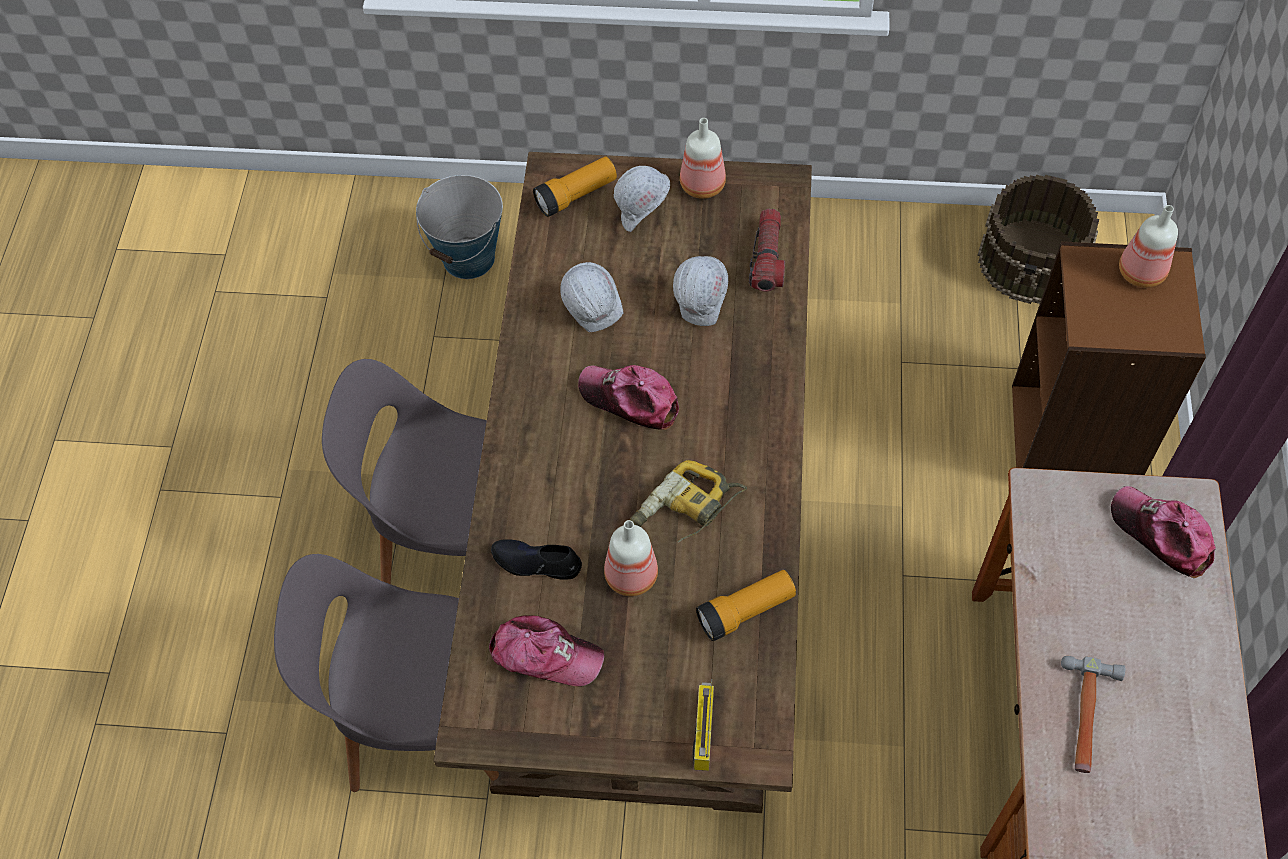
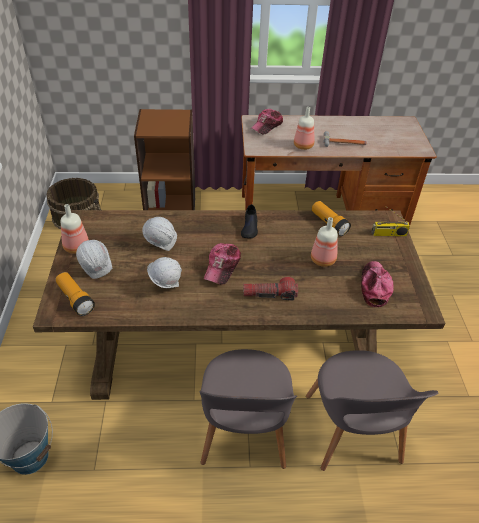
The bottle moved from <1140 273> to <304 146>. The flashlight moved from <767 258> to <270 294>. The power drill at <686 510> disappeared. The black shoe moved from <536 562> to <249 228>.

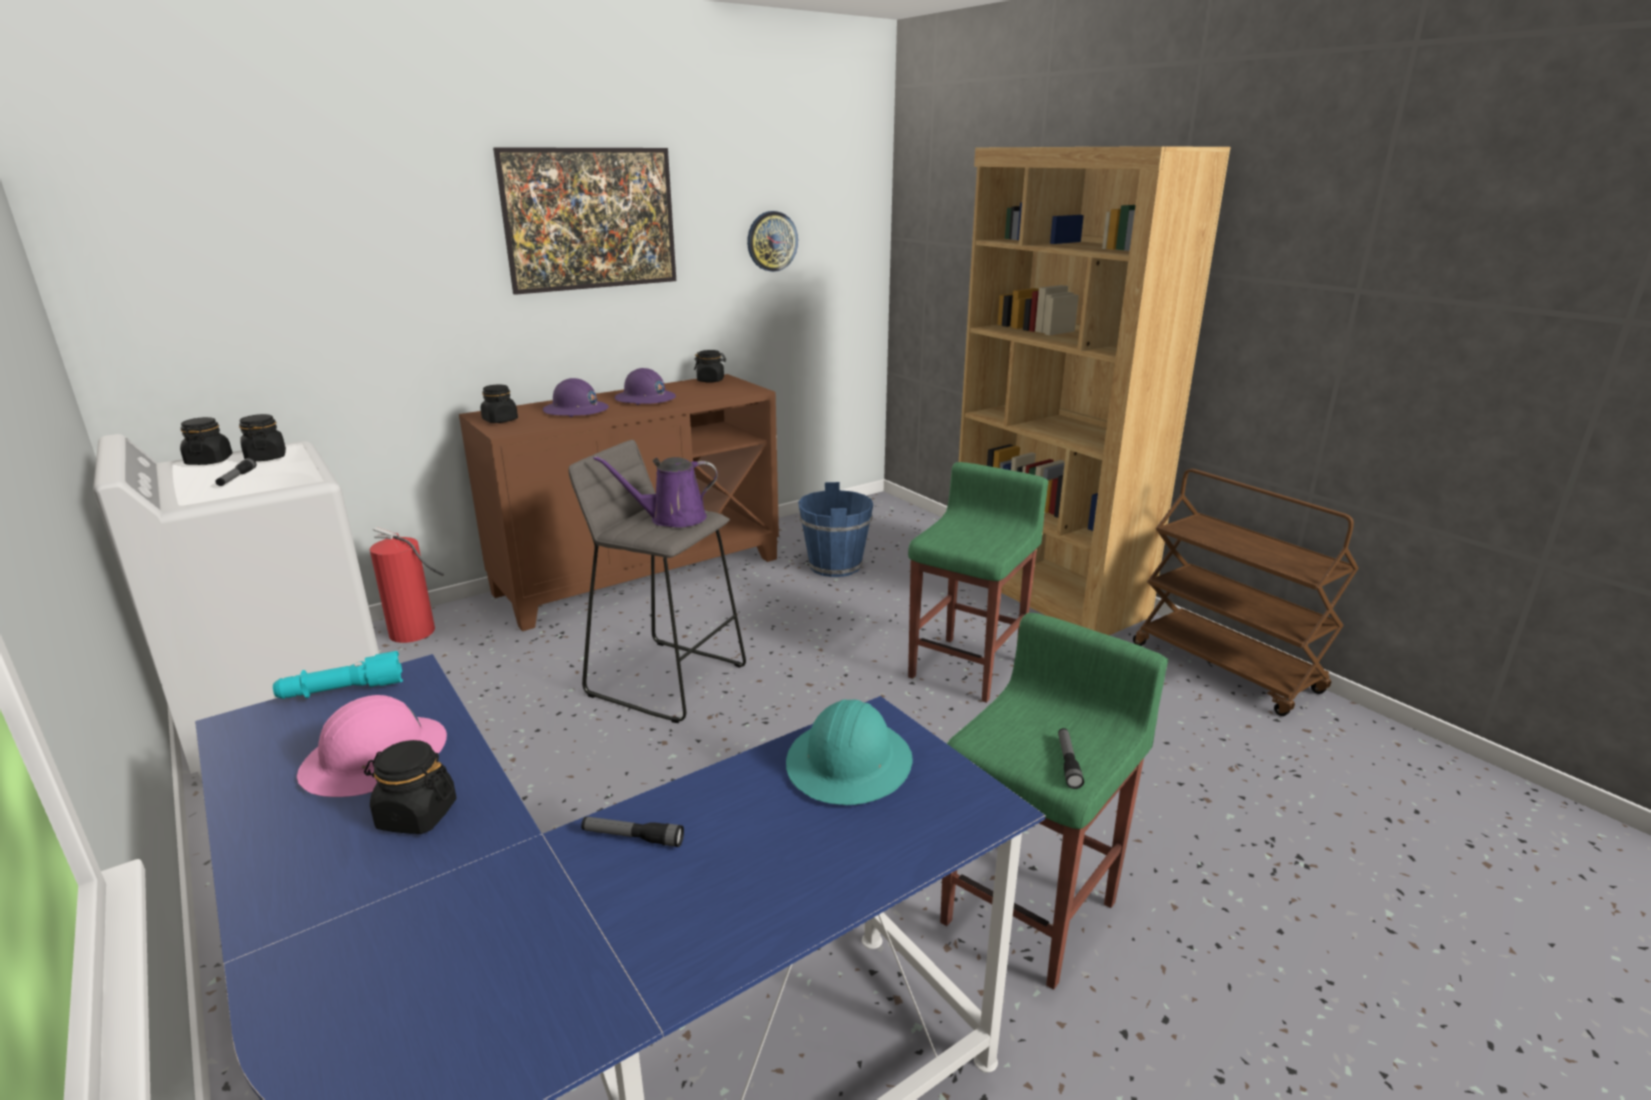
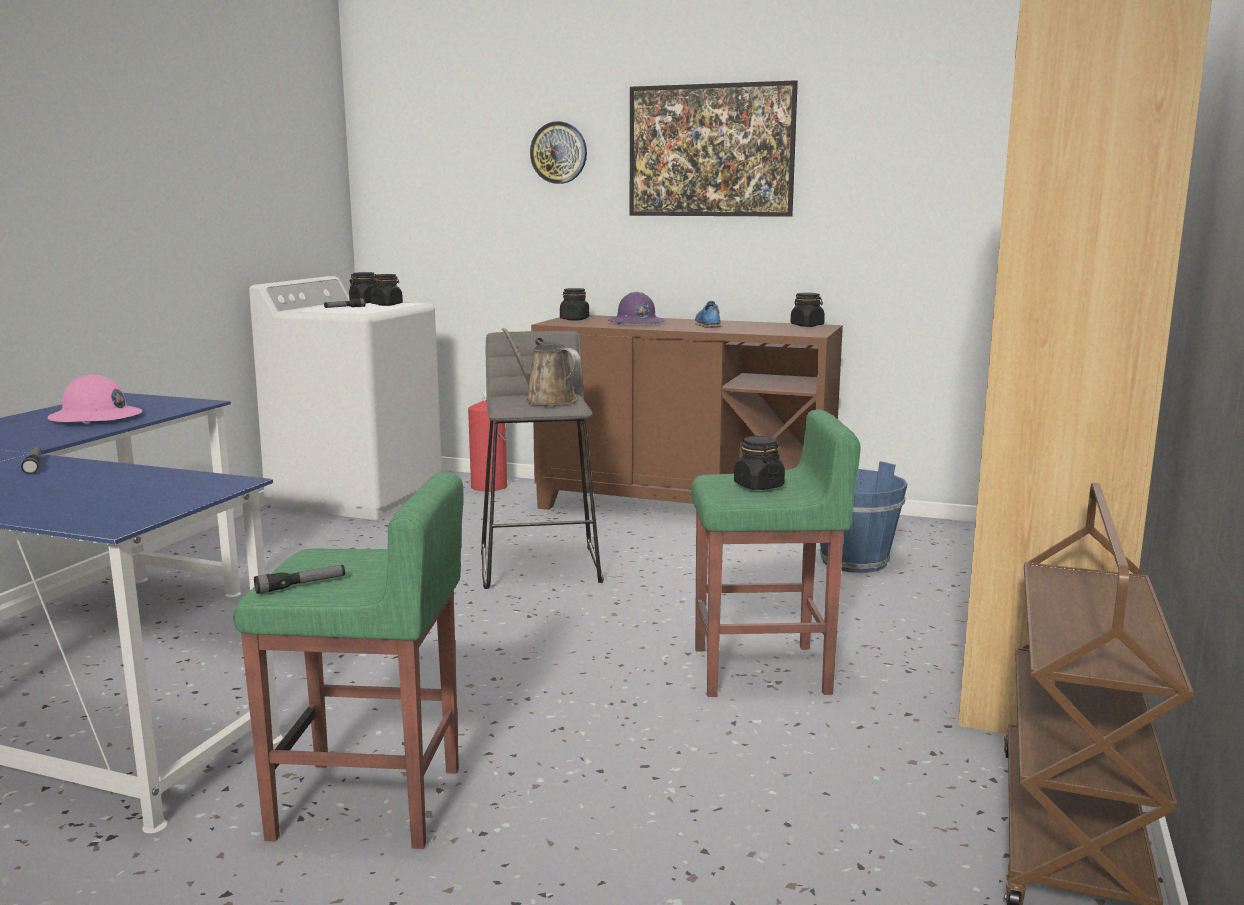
The wall clock moved from <771 241> to <559 152>. The purple hard hat at <645 399> was replaced by the blue shoe at <707 325>. The purple watering can at <672 518> became the brown watering can at <546 400>. The turquoise flashlight at <342 691> disappeared. The turquoise hard hat at <849 764> disappeared. The black jar moved from <416 815> to <758 486>.

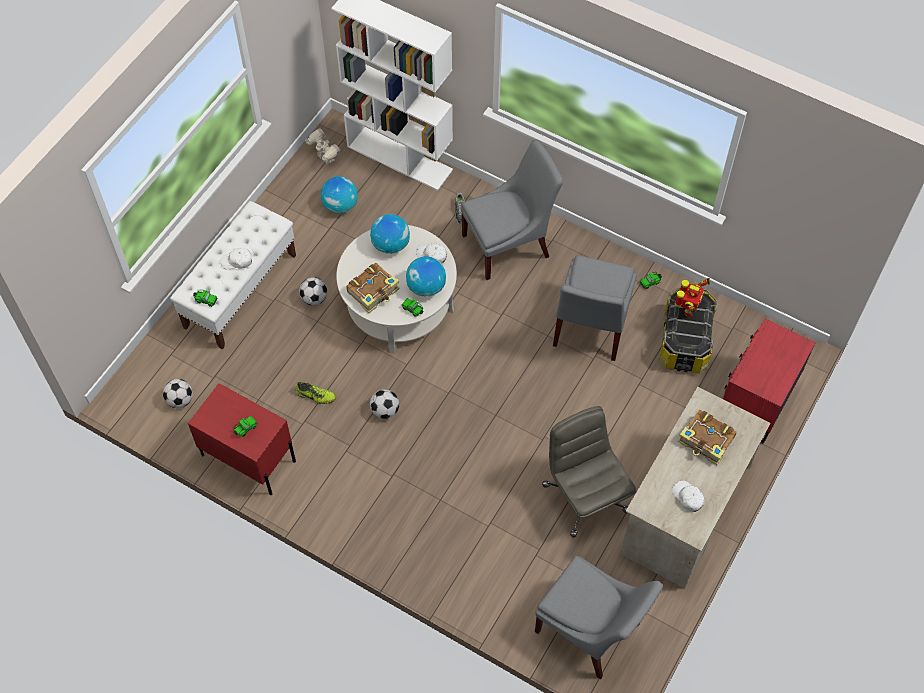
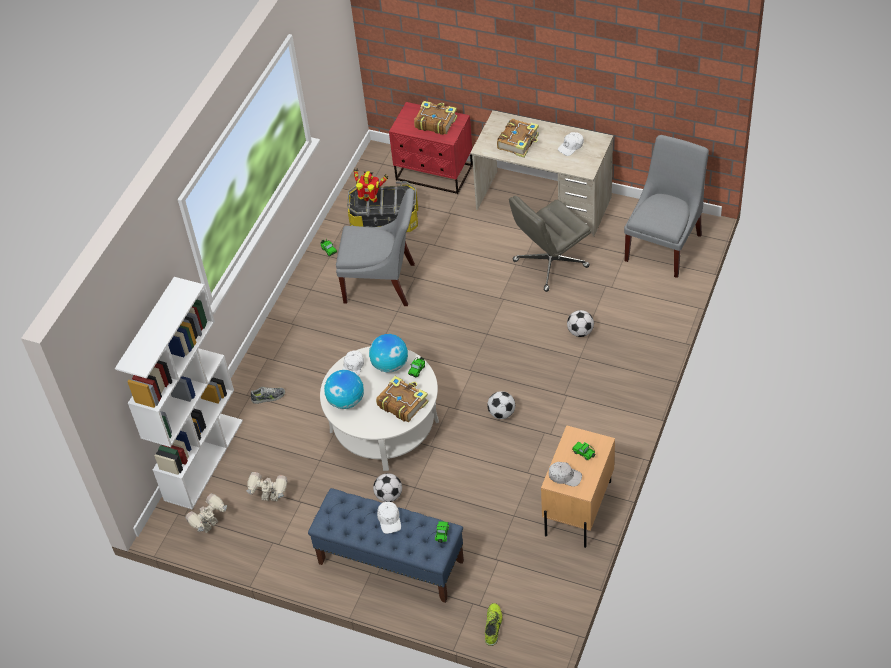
The grey chair at <509 244> disappeared. The globe at <340 205> was replaced by the toy robot at <270 498>. The white bench at <240 290> became the blue bench at <390 562>. The football moved from <180 400> to <580 332>. The shoe moved from <315 396> to <493 626>. The red nightstand at <248 457> became the beige nightstand at <577 508>. The book at <435 122> appeared. The white cap at <564 476> appeared.

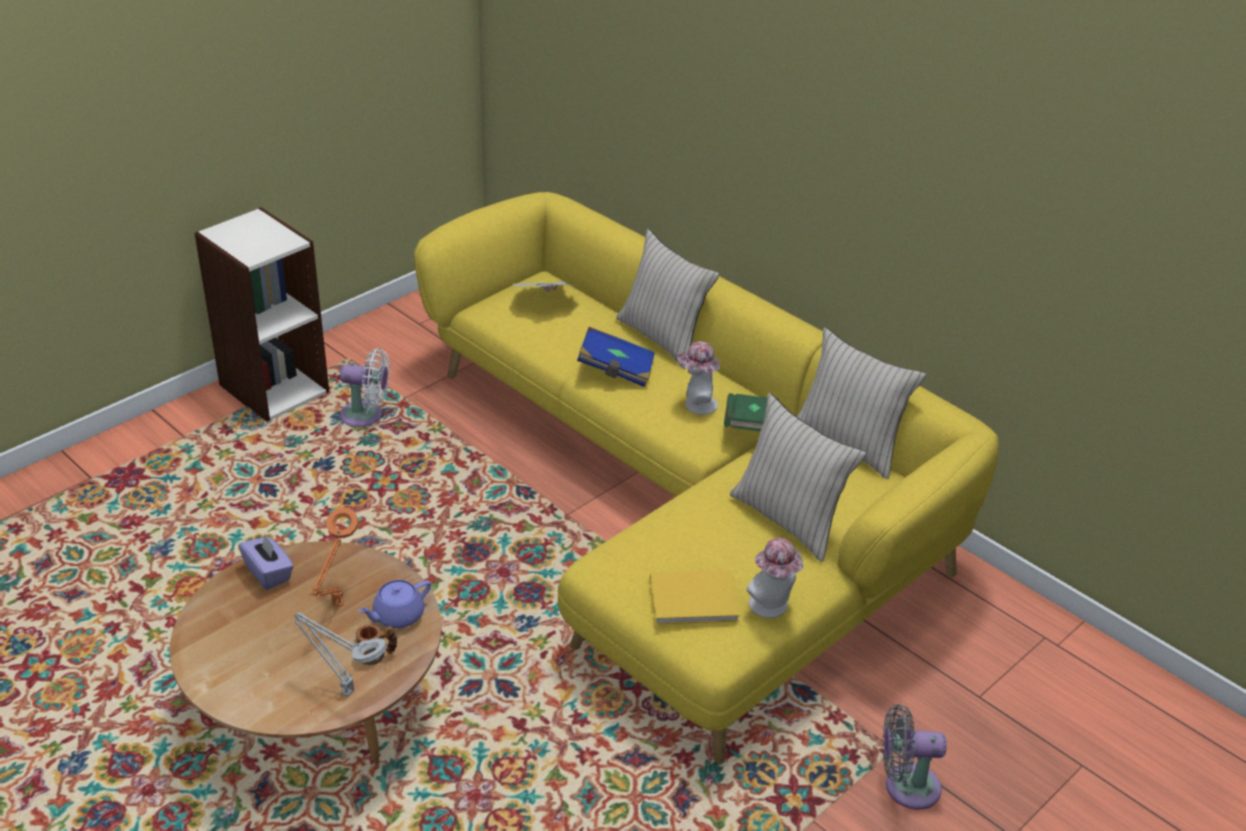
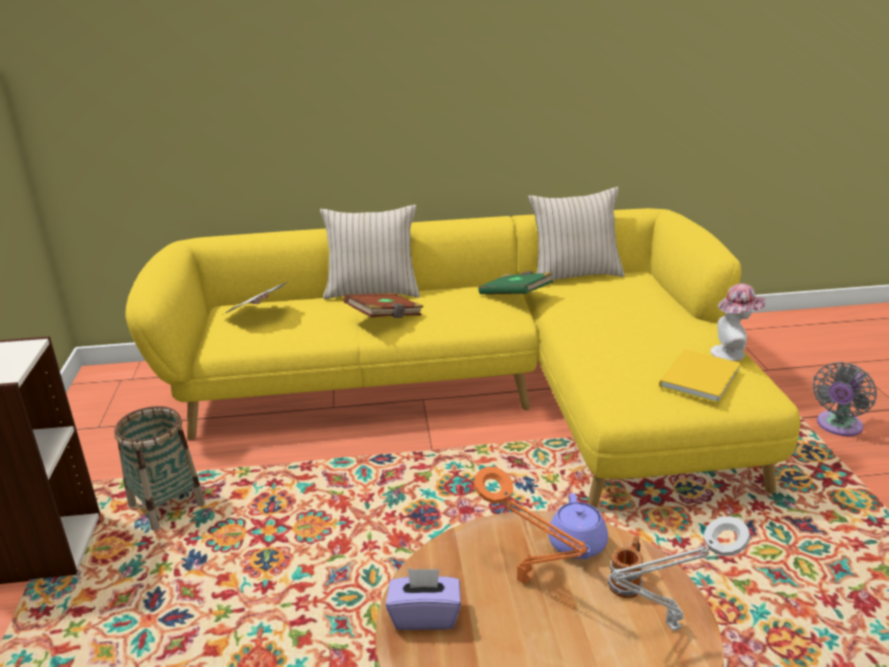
The blue book at <616 370> became the brown book at <385 318>. The hat at <696 404> disappeared. The white fan at <366 416> was replaced by the basket at <166 506>. The beige pillow at <789 519> disappeared.

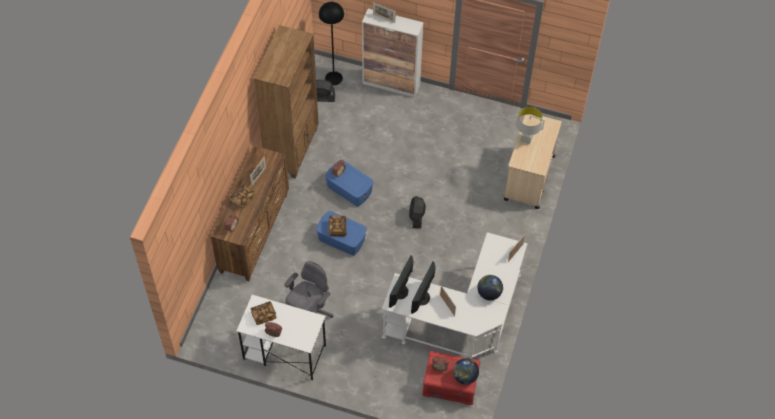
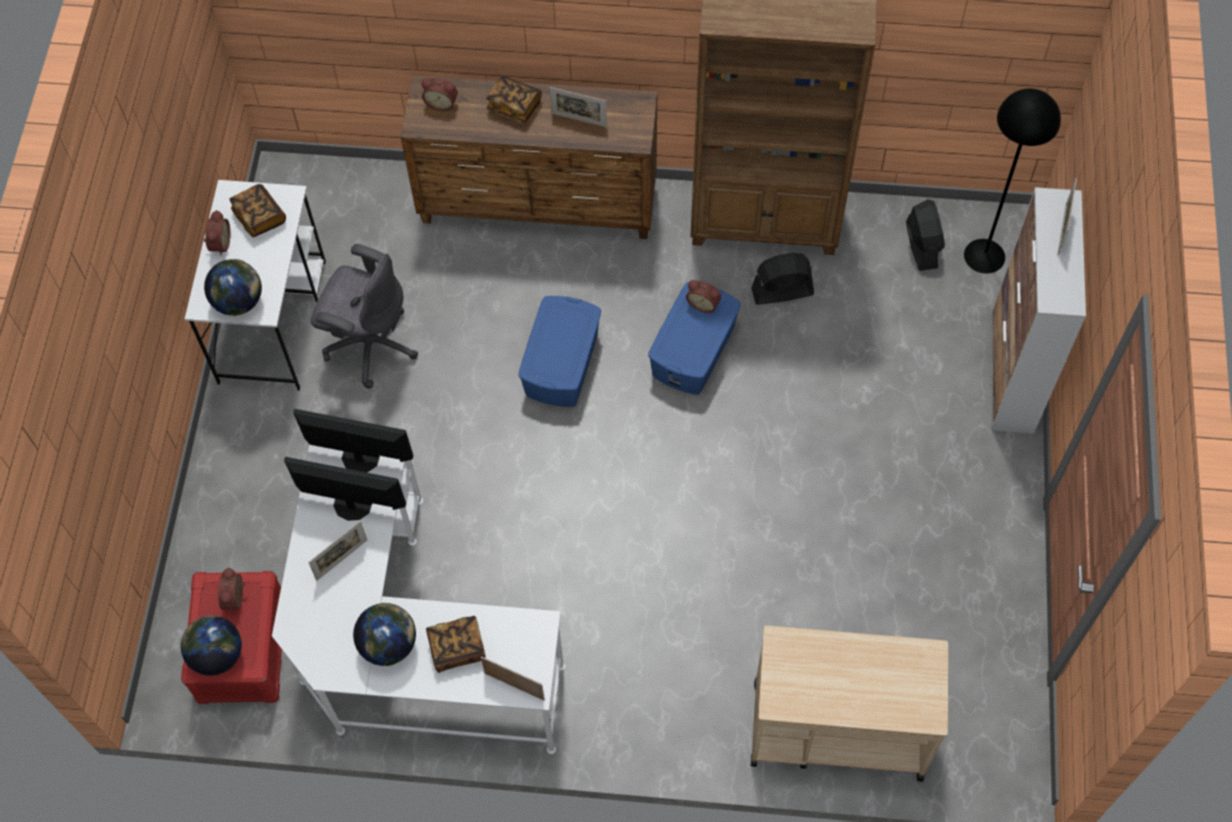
The grey table lamp at <526 139> disappeared. The black fan moved from <416 217> to <782 291>. The book moved from <337 228> to <457 648>. The globe at <239 302> appeared.

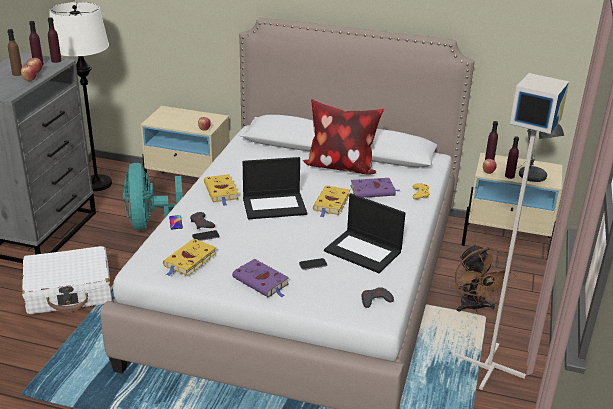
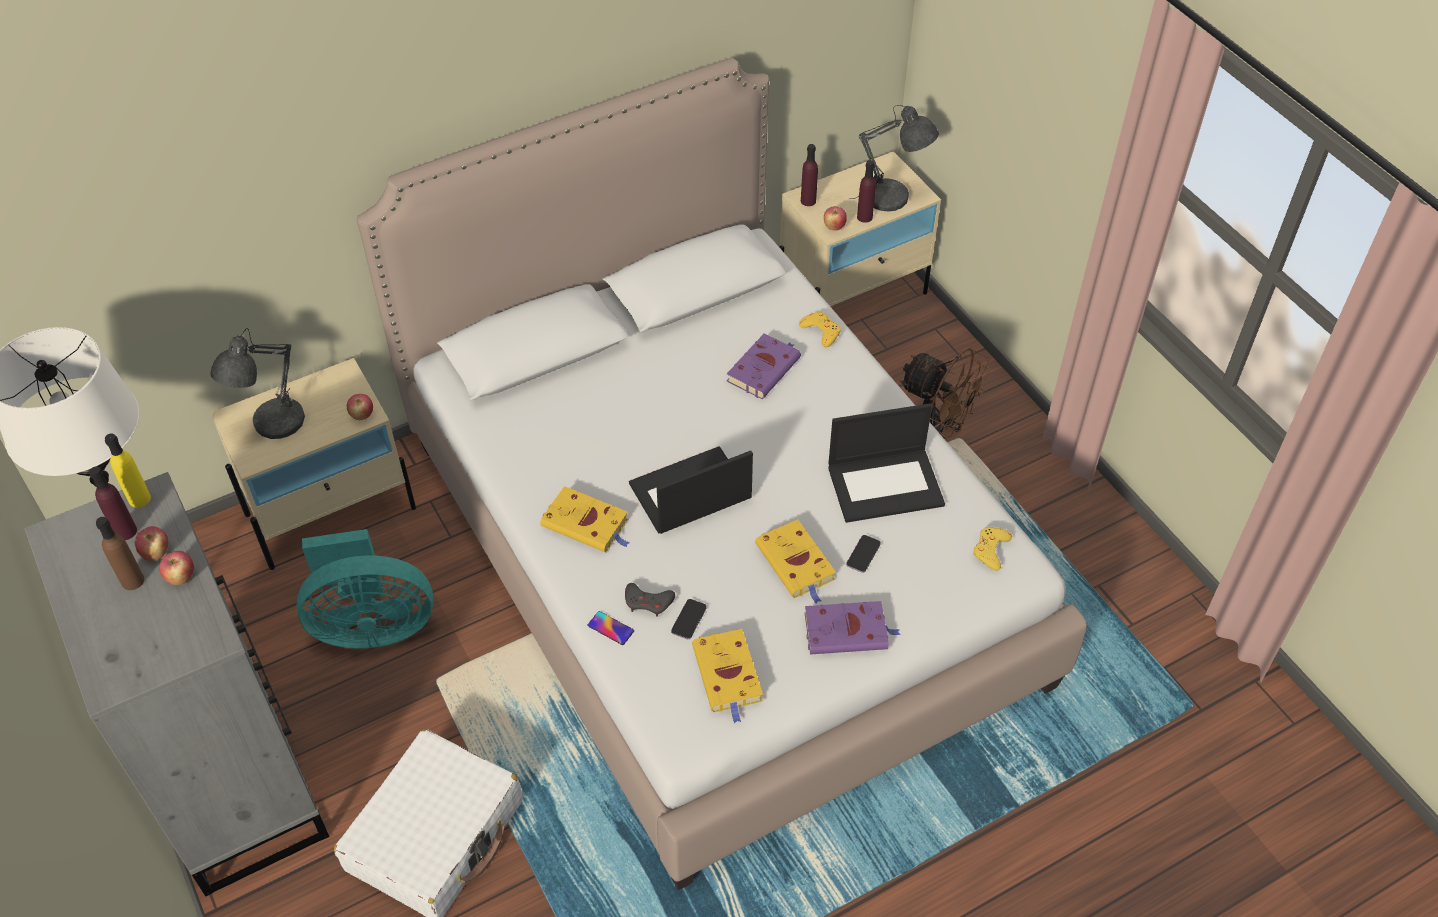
The purple bottle at <56 60> became the yellow bottle at <139 499>. The grey floor lamp at <489 365> disappeared. The pillow at <340 167> disappeared. The laptop at <275 205> turned 150 degrees counterclockwise. The turquoise fan at <149 223> turned 45 degrees counterclockwise. The yellow book moved from <331 204> to <797 564>. The grey game controller at <375 300> became the yellow game controller at <991 550>. The grey table lamp at <273 424> appeared.

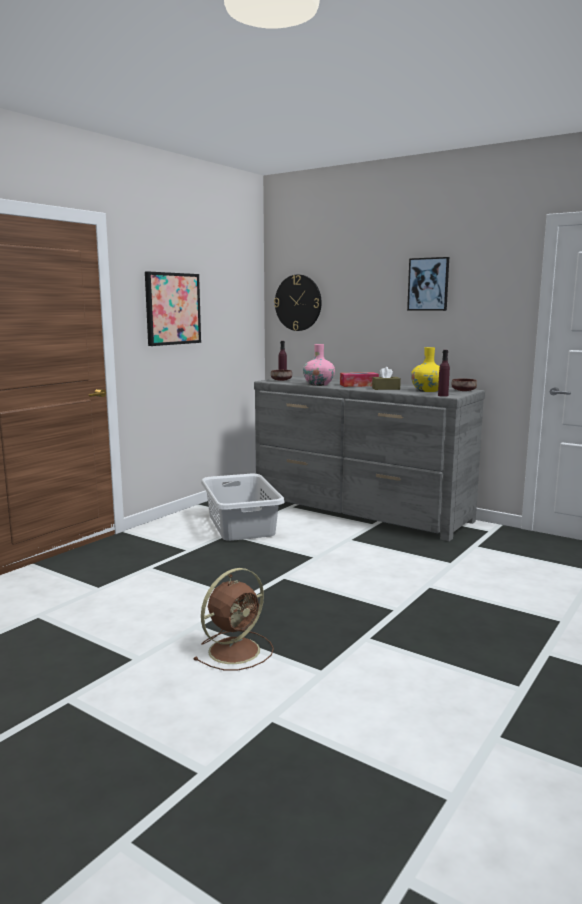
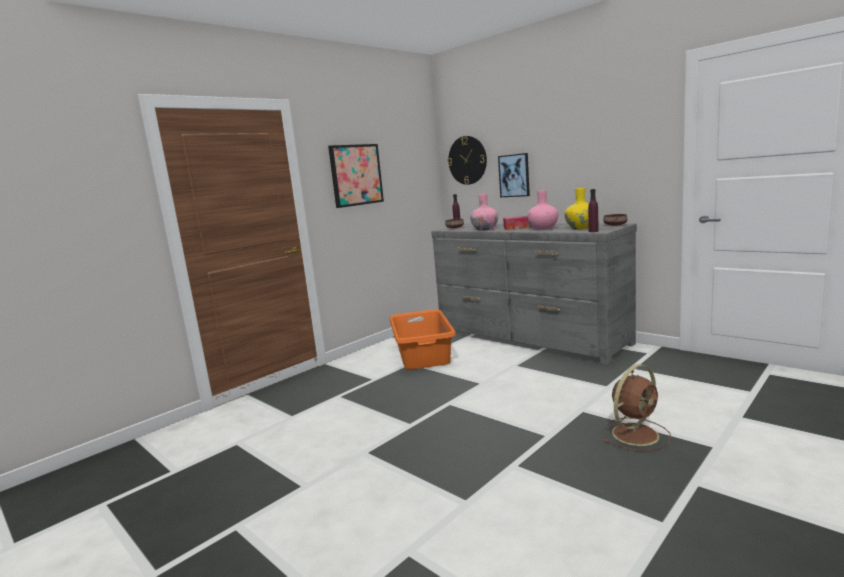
The picture moved from <428 284> to <514 175>. The brown tissue box at <386 388> was replaced by the pink vase at <543 228>. The grey laundry basket at <241 525> became the orange laundry basket at <423 355>. The brown fan moved from <236 650> to <636 434>.

